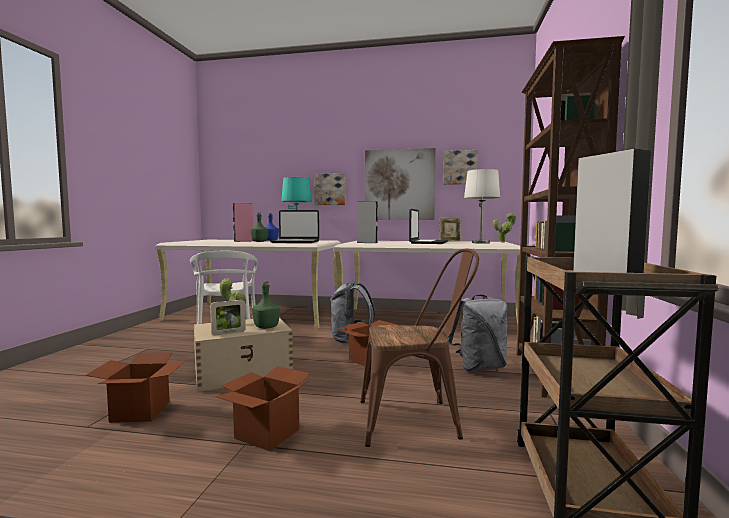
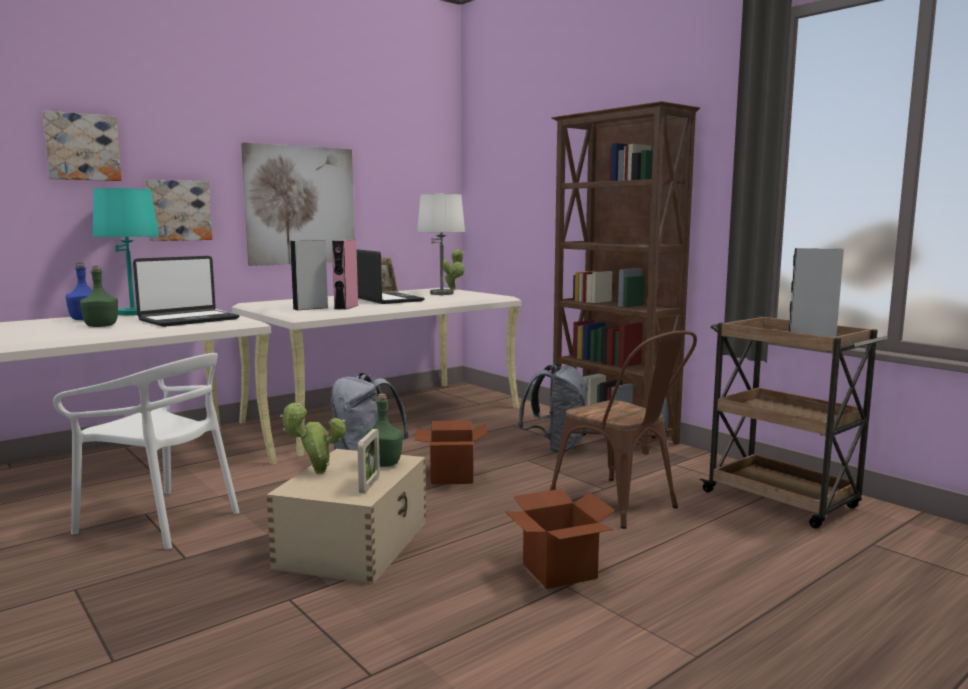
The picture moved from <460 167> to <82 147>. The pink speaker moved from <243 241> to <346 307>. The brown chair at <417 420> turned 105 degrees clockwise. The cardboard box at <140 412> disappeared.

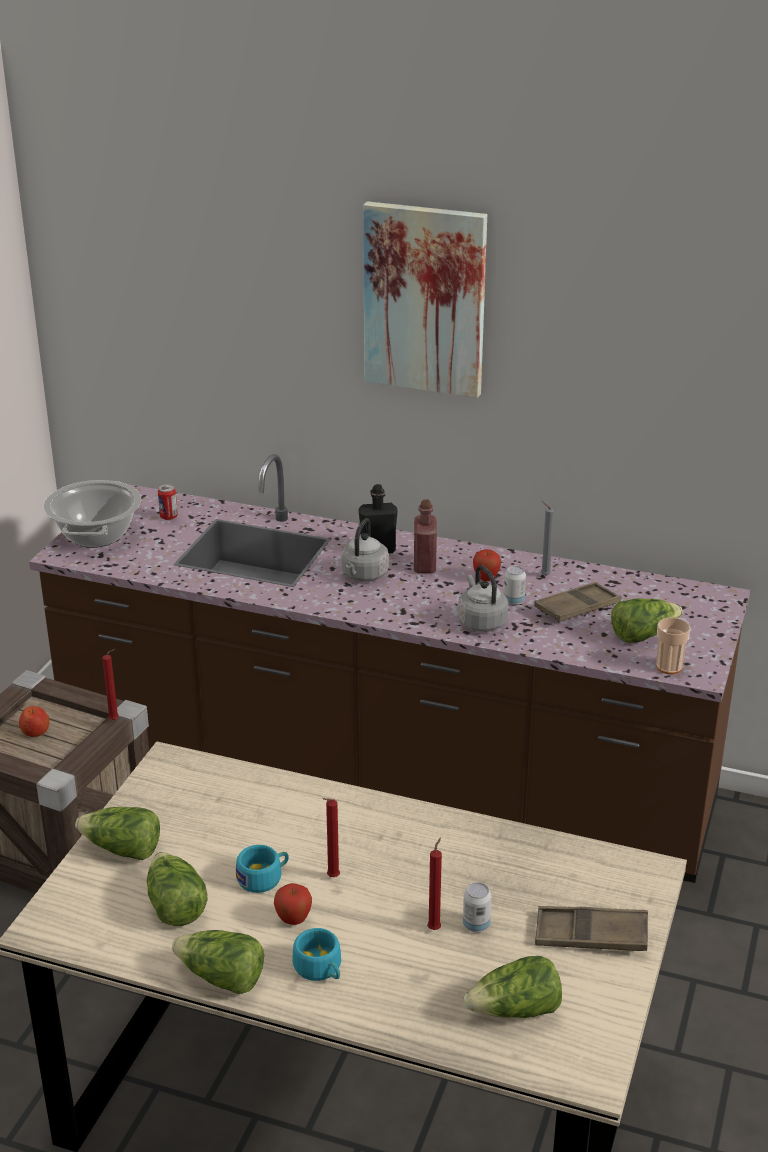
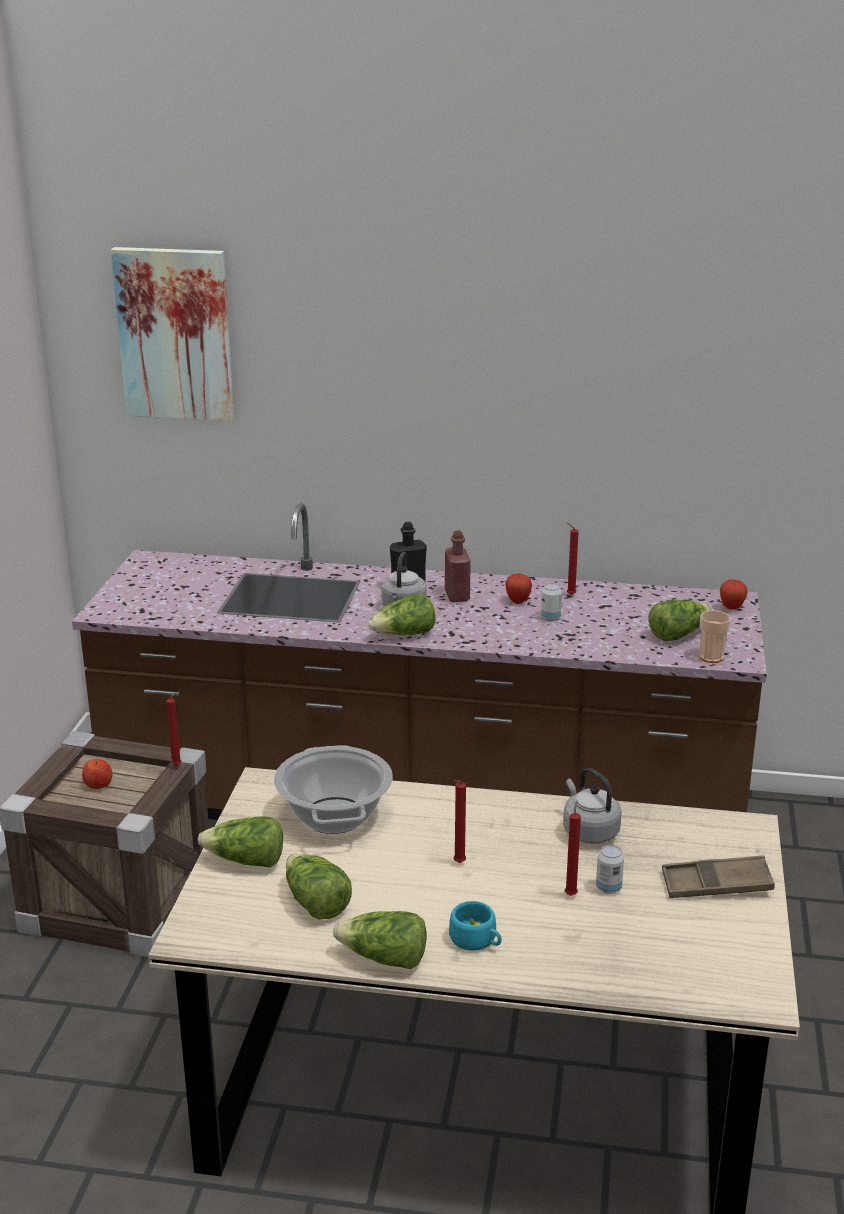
The picture moved from <425 299> to <175 334>. The cooking pot moved from <96 535> to <334 816>. The can at <168 517> disappeared. The grey candle at <543 575> became the red candle at <569 595>. The grey kettle moved from <481 622> to <589 831>. The brown tray at <577 608> disappeared. The turquoise cup at <264 877> disappeared. The apple moved from <293 920> to <731 608>. The lettuce moved from <516 1010> to <404 634>.

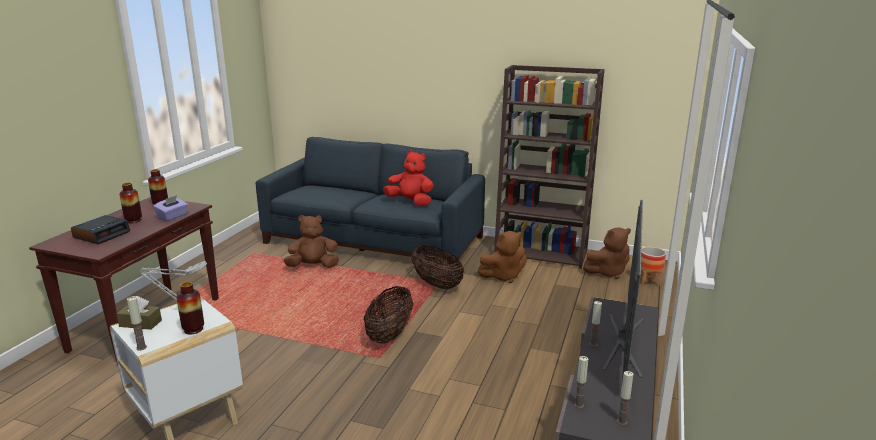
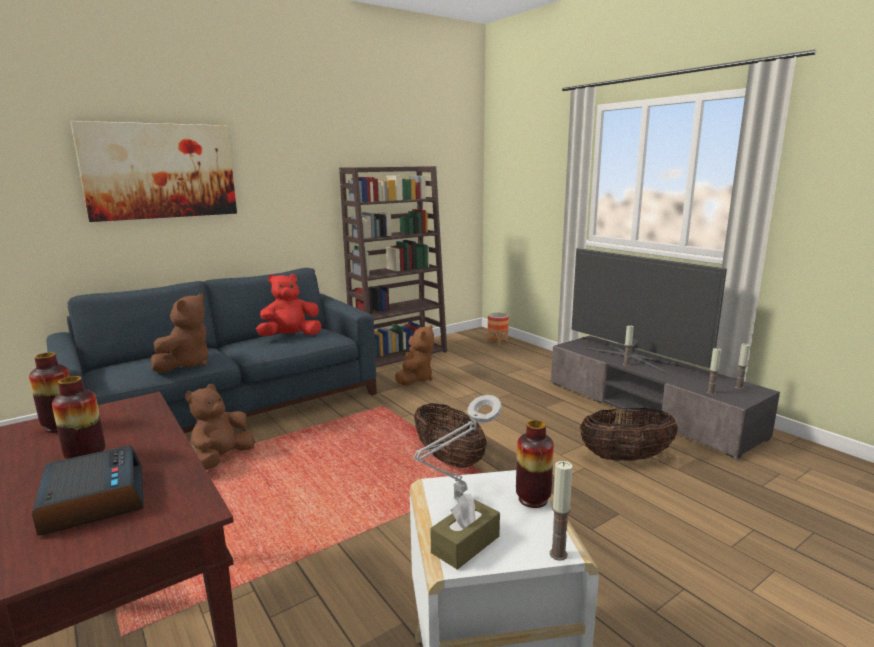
The purple tissue box at <172 217> disappeared. The brown plush toy moved from <607 272> to <186 364>. The basket moved from <436 284> to <625 458>. The picture at <160 171> appeared.

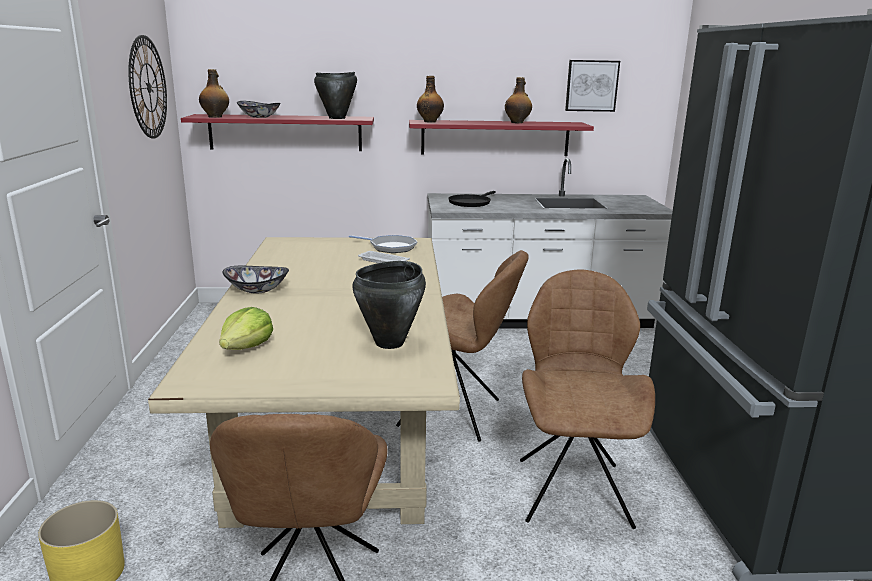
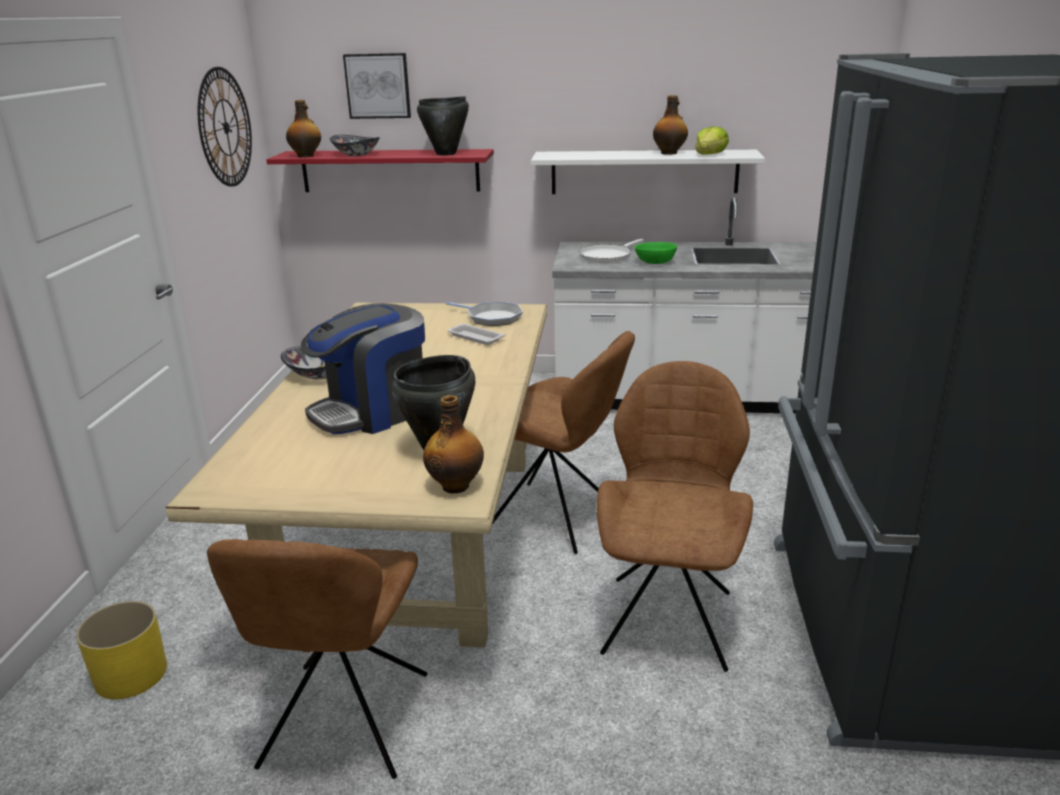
The picture moved from <591 85> to <378 86>. The bottle moved from <430 121> to <456 485>. The red shelf at <495 138> became the white shelf at <644 172>. The black frying pan at <470 203> became the white frying pan at <607 256>. The lettuce moved from <247 347> to <710 155>. The green bowl at <656 262> appeared. The coffee machine at <372 411> appeared.

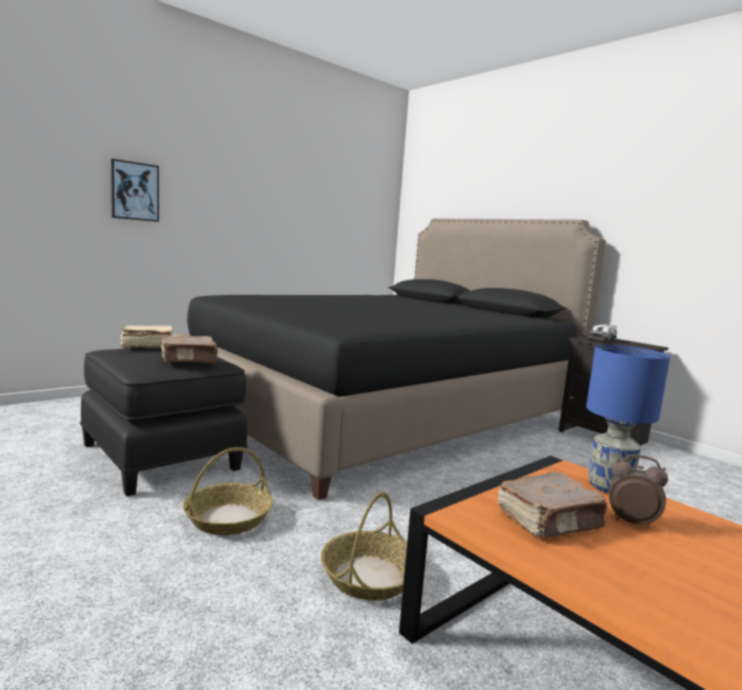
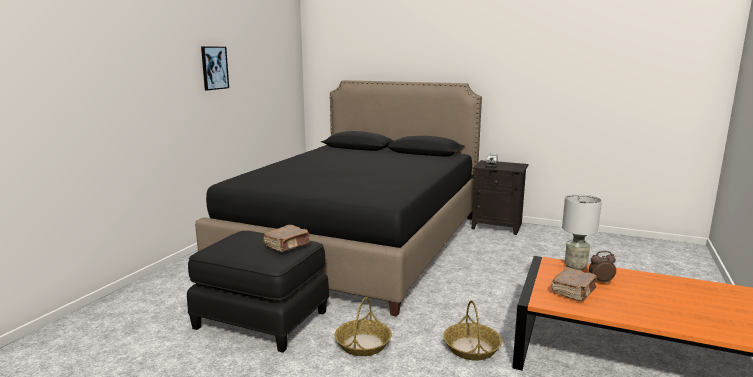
The picture moved from <135 191> to <214 68>. The beige book at <146 346> disappeared. The blue table lamp at <608 487> became the grey table lamp at <575 267>.

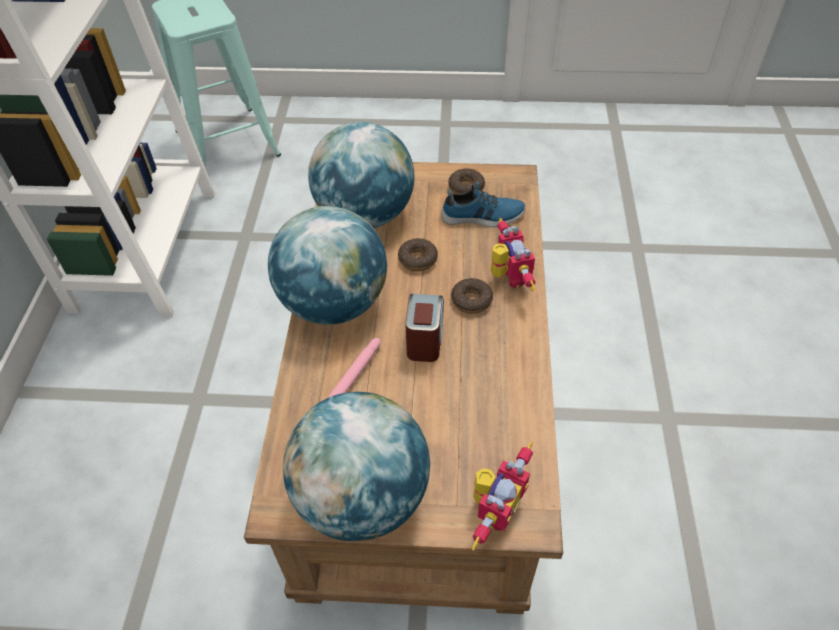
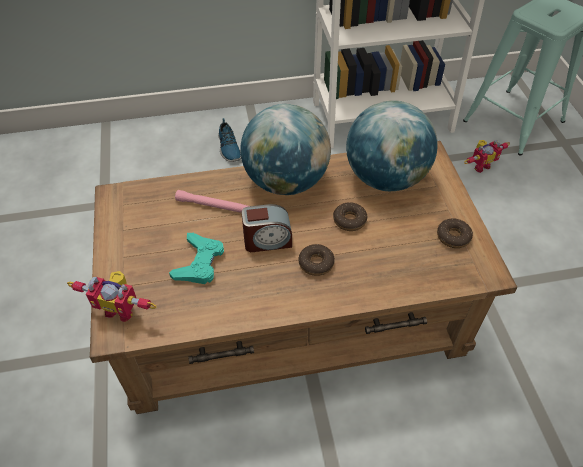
The shoe moved from <483 216> to <228 148>. The toy robot moved from <507 278> to <480 165>. The globe at <361 497> disappeared. The turquoise game controller at <199 263> appeared.

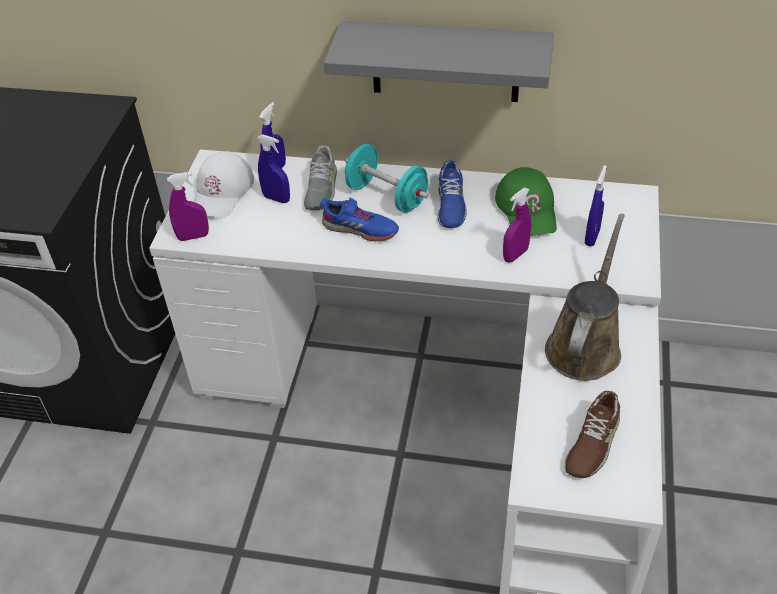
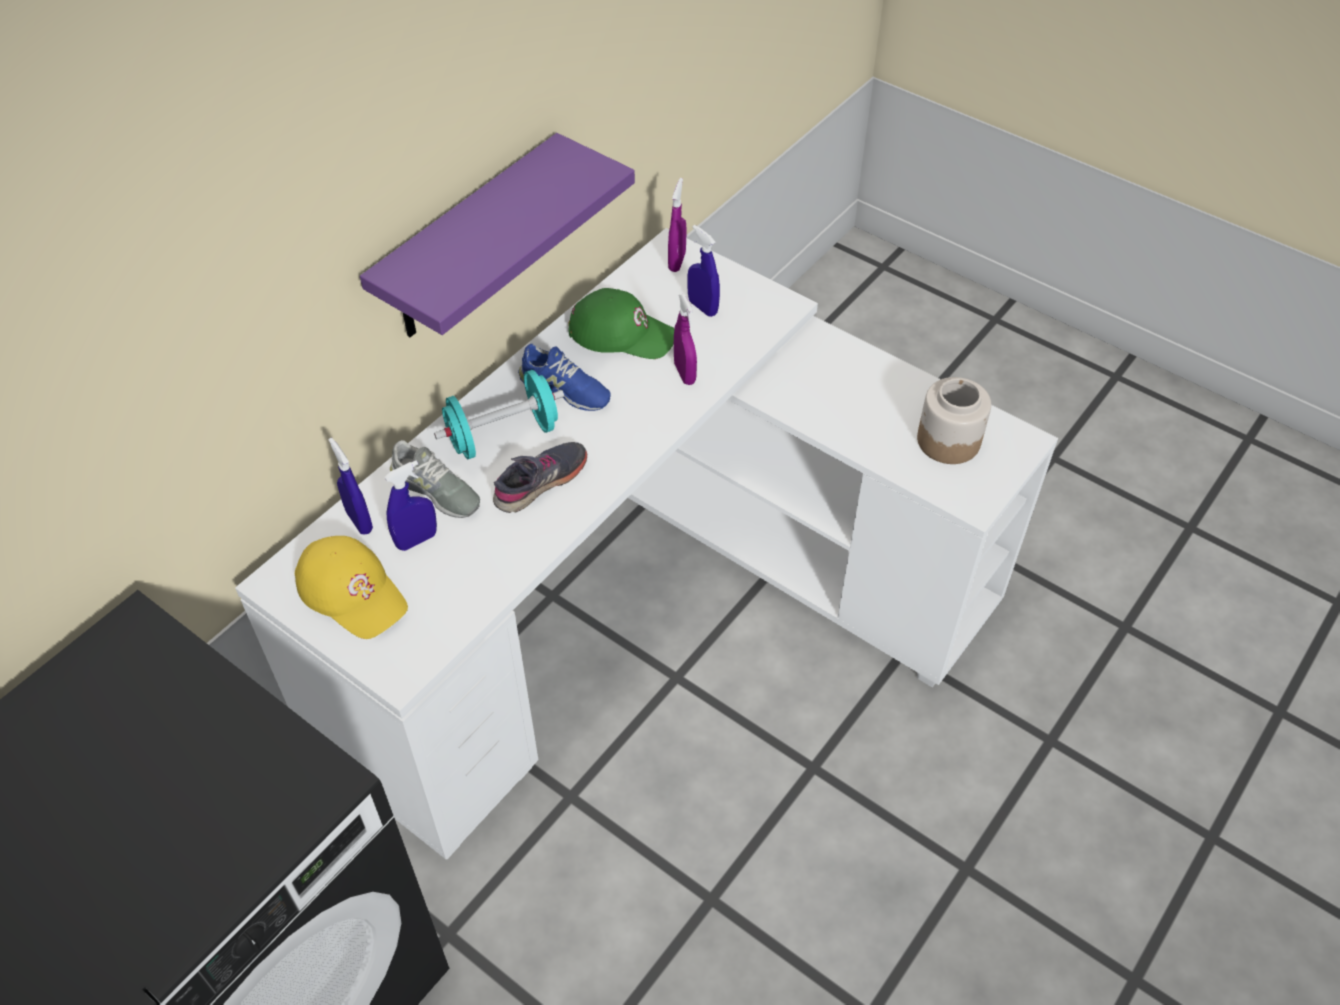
The grey shelf at <445 62> became the purple shelf at <469 242>. The white cap at <222 191> became the yellow cap at <352 591>. The purple spray bottle moved from <193 236> to <677 262>. The blue shoe at <360 229> became the grey shoe at <541 482>. The brown watering can at <585 345> disappeared. The brown shoe at <592 443> was replaced by the jar at <948 440>.

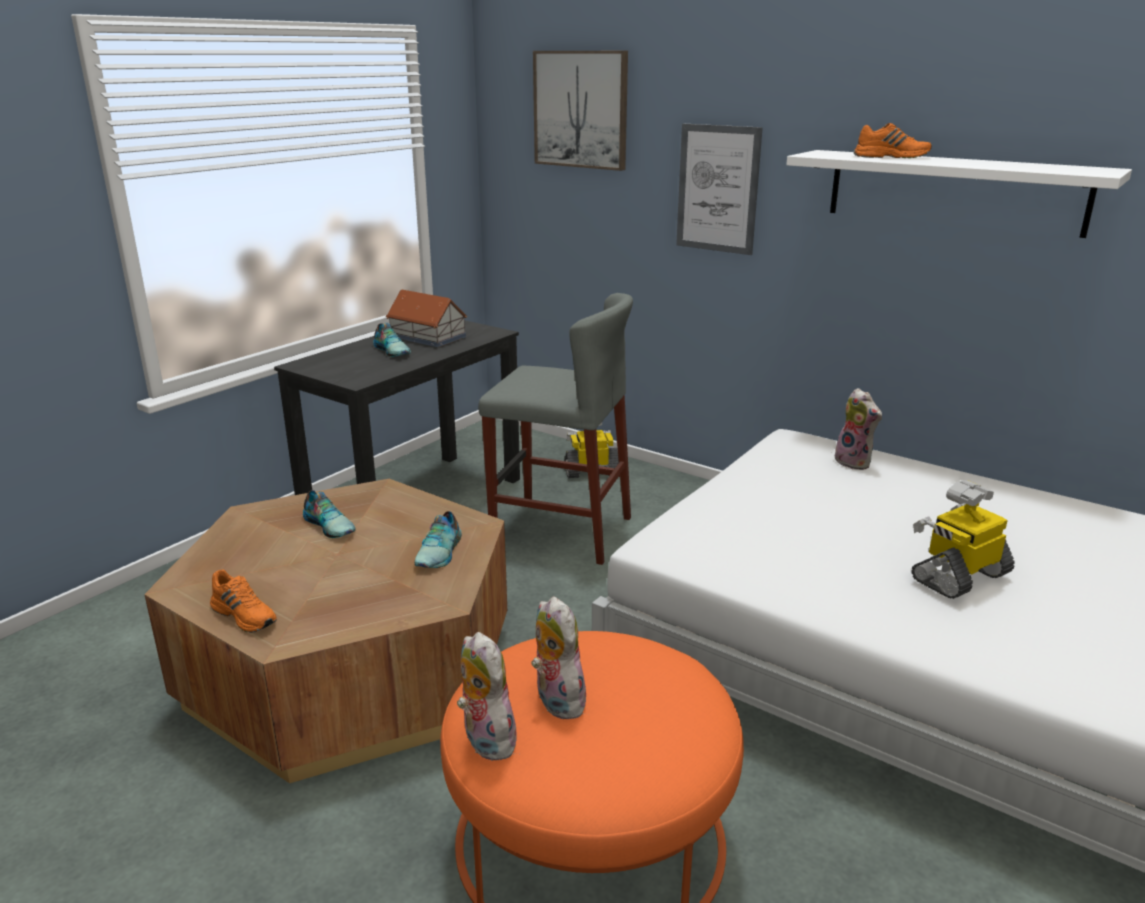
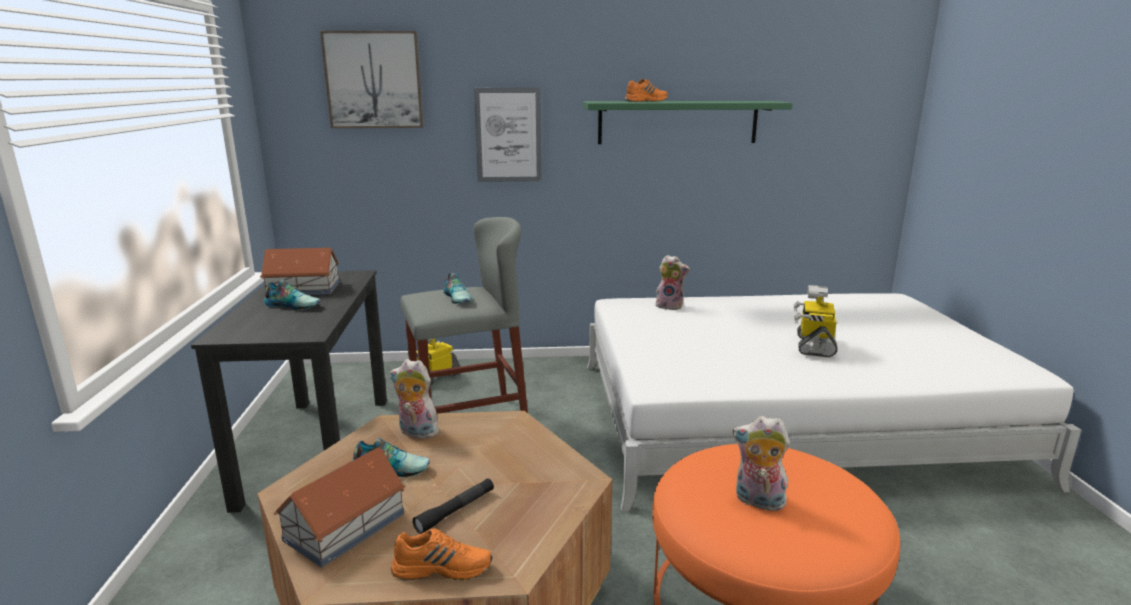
The white shelf at <954 191> became the green shelf at <678 122>. The shoe moved from <441 552> to <458 298>. The plush toy moved from <485 740> to <416 433>. The toy house at <343 527> appeared. The black flashlight at <456 511> appeared.

